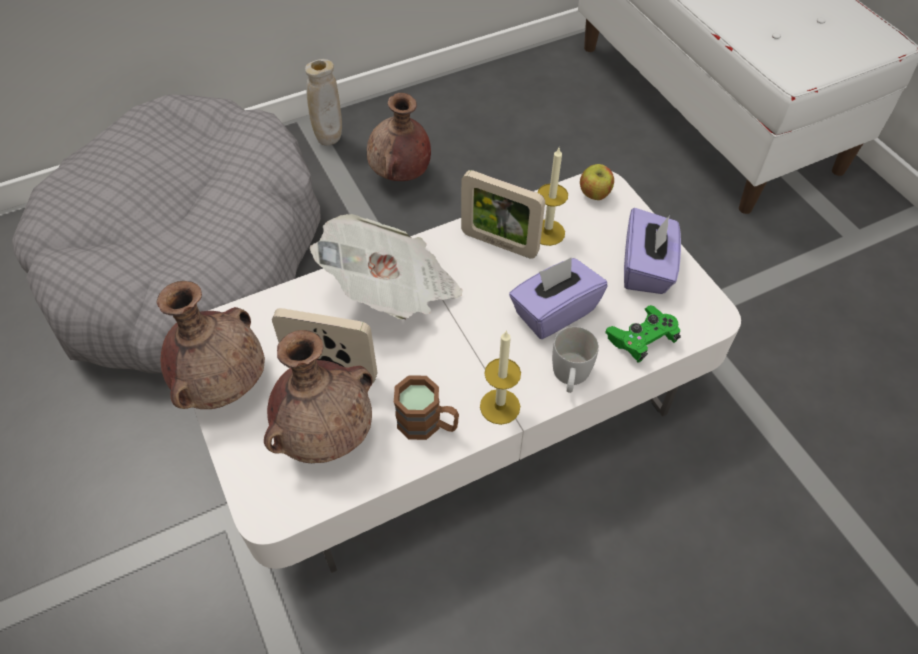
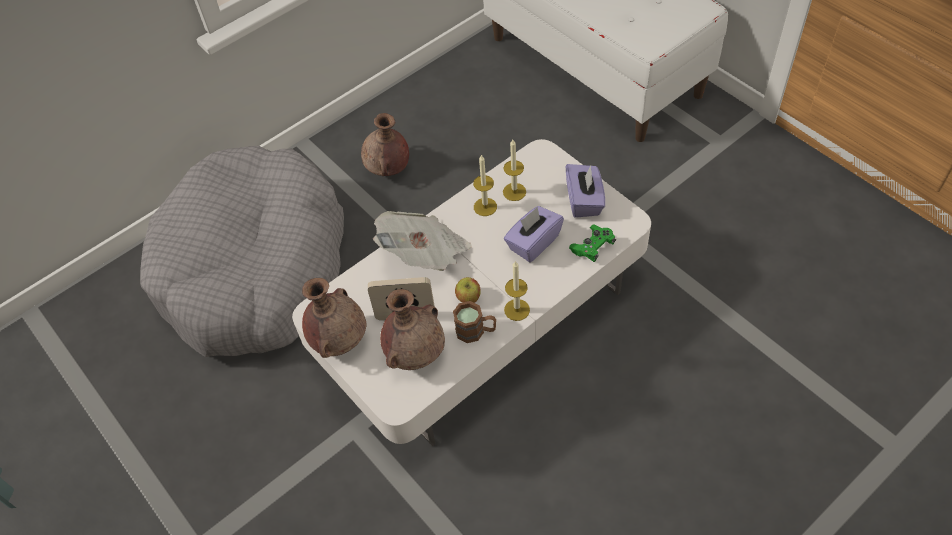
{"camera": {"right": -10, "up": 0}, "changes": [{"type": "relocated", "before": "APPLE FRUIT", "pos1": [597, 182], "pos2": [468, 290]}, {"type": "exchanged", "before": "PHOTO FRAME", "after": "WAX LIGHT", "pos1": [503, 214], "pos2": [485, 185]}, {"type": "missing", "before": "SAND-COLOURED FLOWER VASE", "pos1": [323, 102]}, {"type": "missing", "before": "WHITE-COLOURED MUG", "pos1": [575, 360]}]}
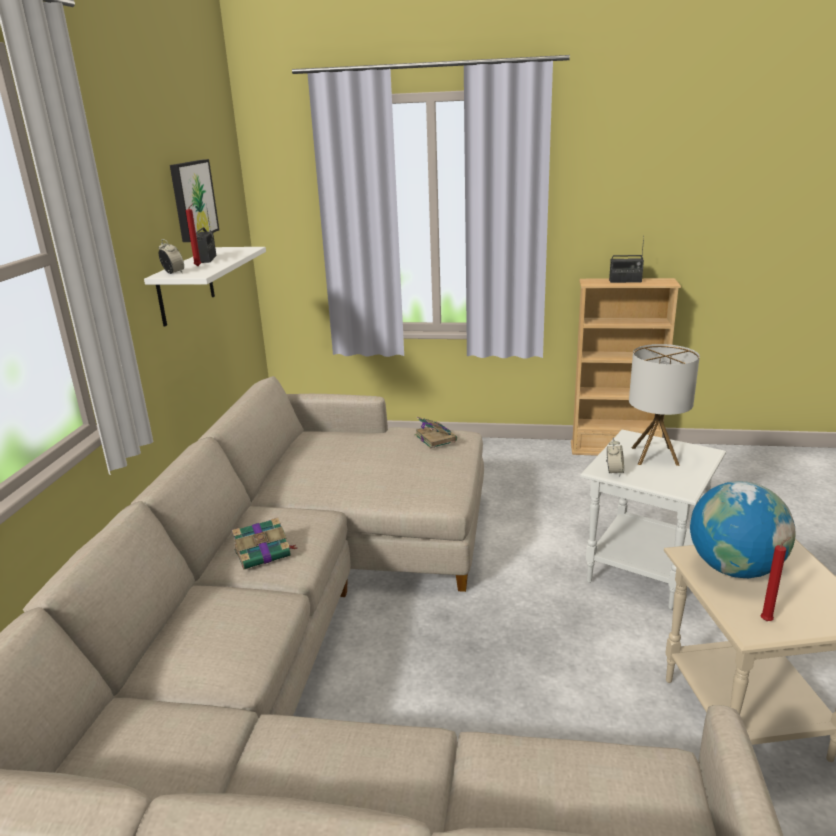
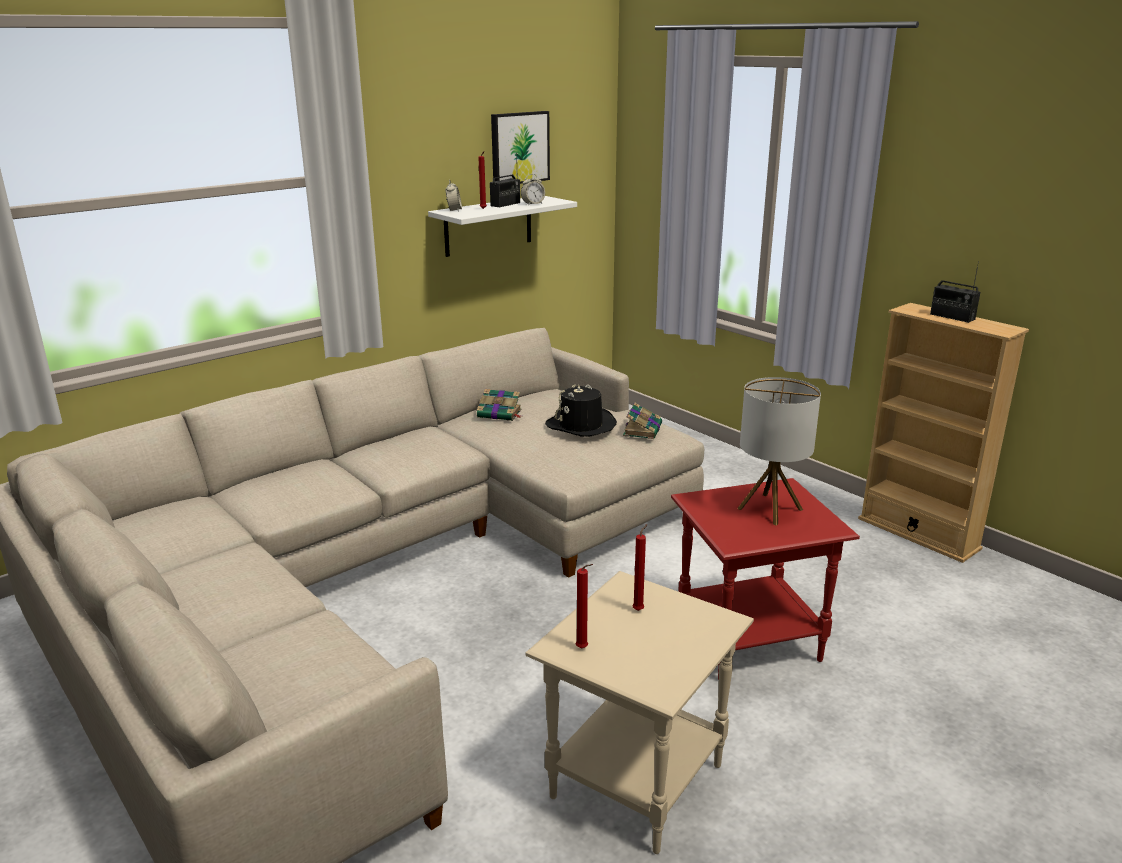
{"camera": {"right": 40, "up": 0}, "changes": [{"type": "relocated", "before": "VOLUME", "pos1": [264, 544], "pos2": [499, 405]}, {"type": "relocated", "before": "BEDSIDE CLOCK", "pos1": [615, 457], "pos2": [533, 189]}, {"type": "appeared", "after": "BLACKISH HAT", "pos2": [581, 411]}, {"type": "exchanged", "before": "DESK GLOBE", "after": "RED-COLOURED WAX LIGHT", "pos1": [743, 529], "pos2": [639, 567]}, {"type": "colour", "before": "WHITE-COLOURED ACCENT TABLE", "after": "RED-COLOURED ACCENT TABLE", "pos1": [653, 519], "pos2": [765, 579]}]}
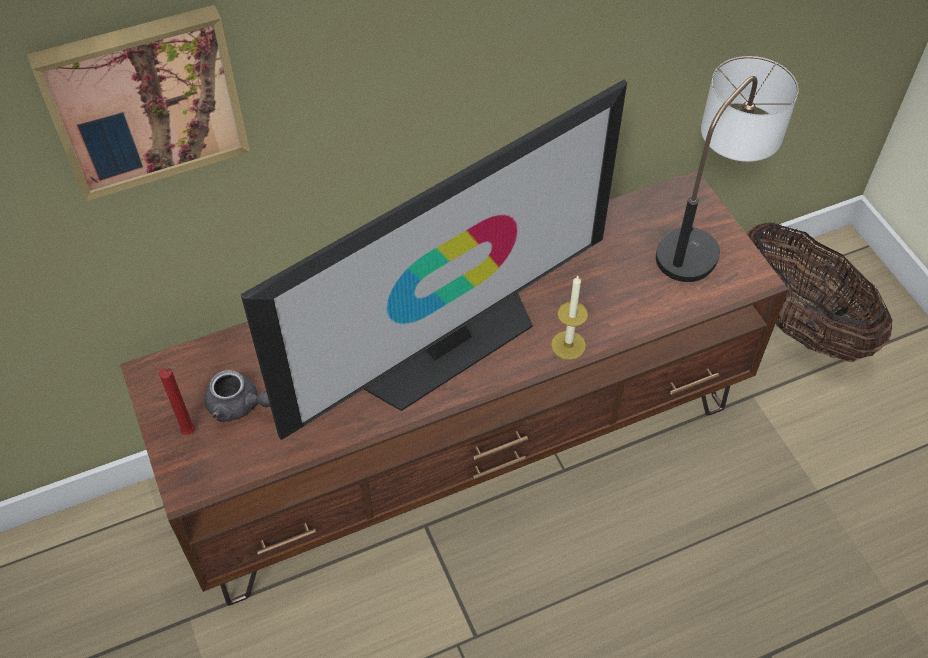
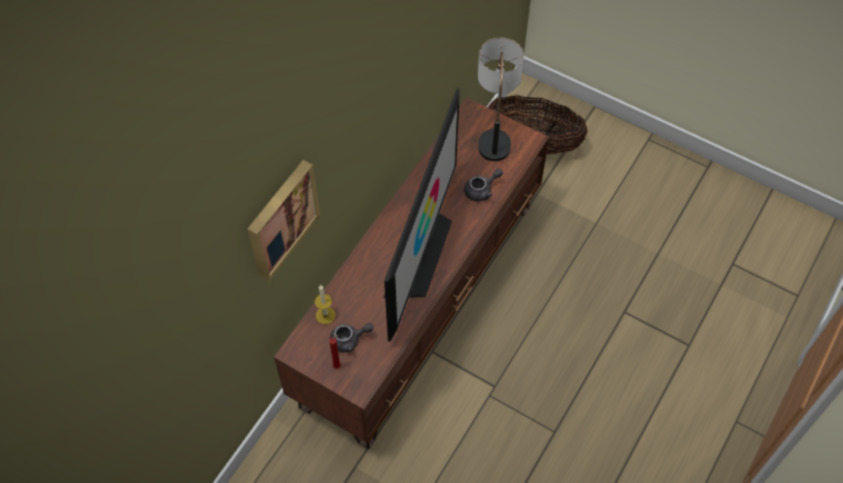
{"camera": {"right": -35, "up": 5}, "changes": [{"type": "relocated", "before": "WAX LIGHT", "pos1": [569, 318], "pos2": [325, 304]}, {"type": "appeared", "after": "GREY TEAPOT", "pos2": [483, 184]}]}
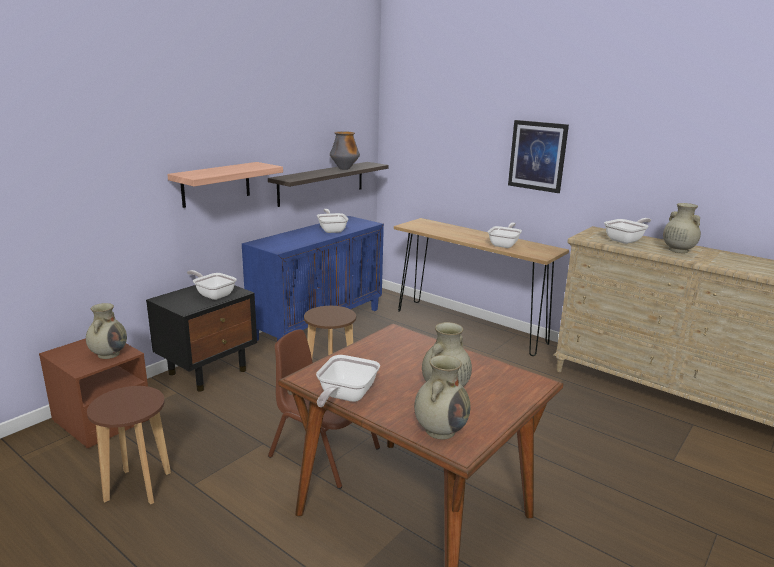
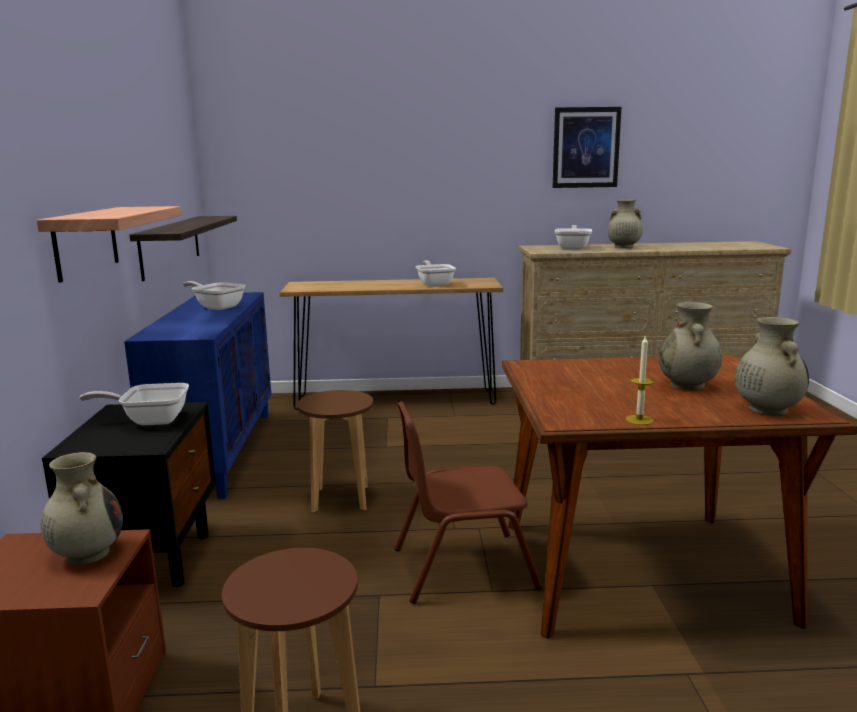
{"camera": {"right": -40, "up": -5}, "changes": [{"type": "relocated", "before": "WALL PICTURE", "pos1": [538, 156], "pos2": [587, 147]}, {"type": "exchanged", "before": "SKILLET", "after": "WAX LIGHT", "pos1": [348, 381], "pos2": [640, 380]}, {"type": "missing", "before": "FLOWER VASE", "pos1": [345, 150]}]}
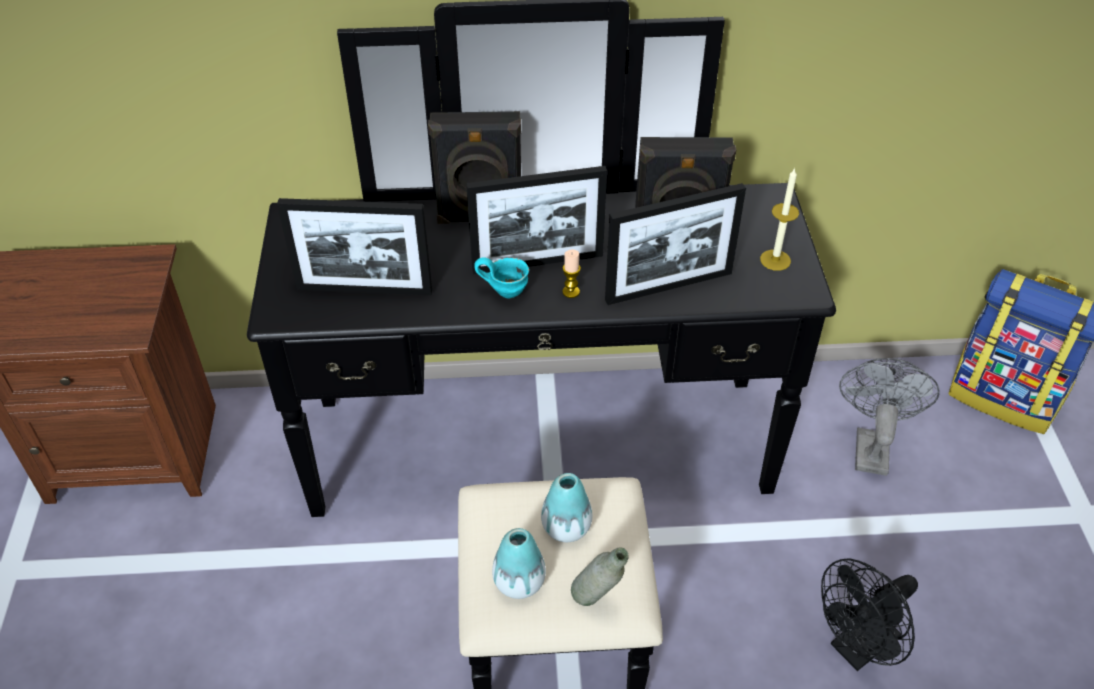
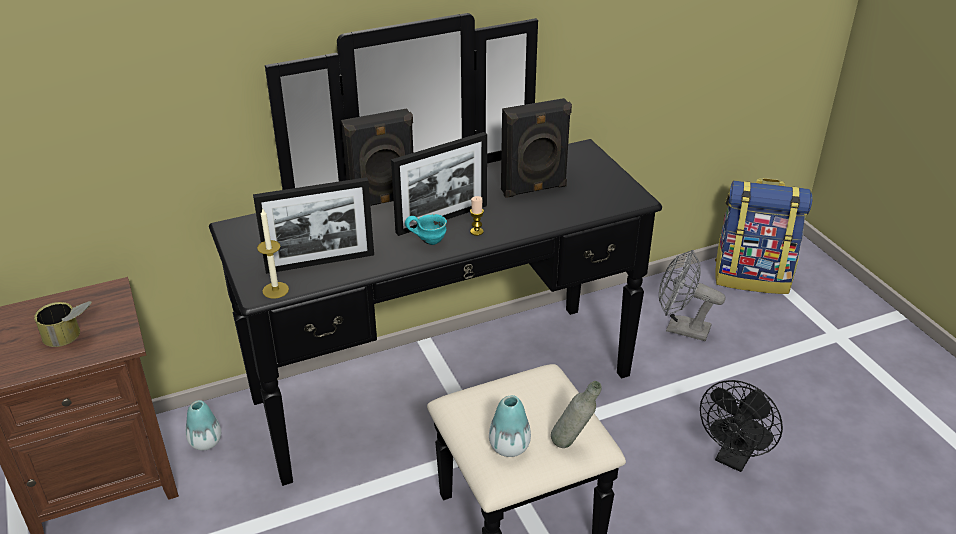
{"camera": {"right": -20, "up": -10}, "changes": [{"type": "appeared", "after": "CAN", "pos2": [63, 324]}, {"type": "relocated", "before": "FLOWER VASE", "pos1": [566, 507], "pos2": [203, 425]}, {"type": "relocated", "before": "WAX LIGHT", "pos1": [779, 219], "pos2": [273, 254]}, {"type": "spun", "before": "GREY COOLING FAN", "pos1": [889, 417], "pos2": [692, 295], "turn": -60}, {"type": "missing", "before": "PHOTO FRAME", "pos1": [675, 244]}]}
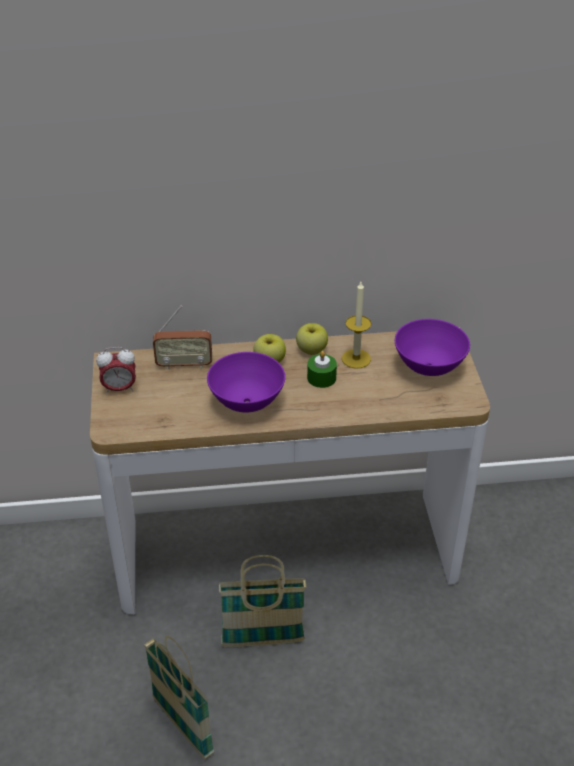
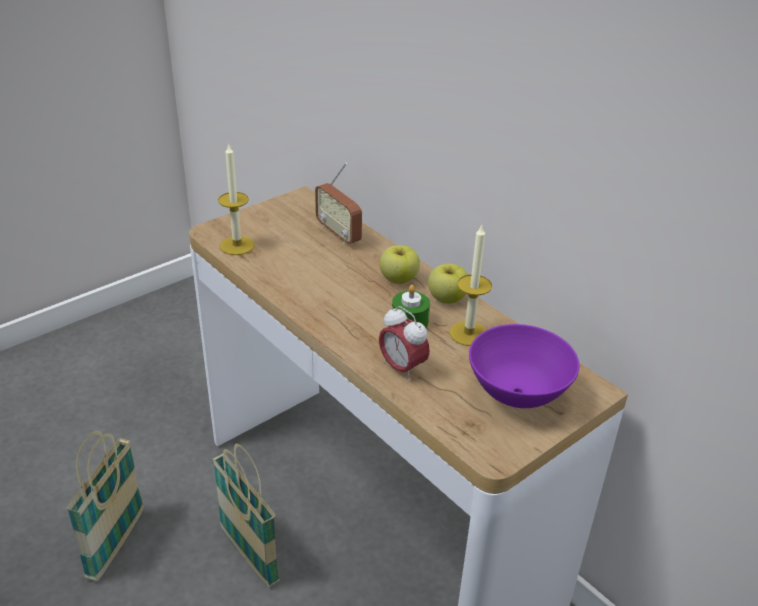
{"camera": {"right": 55, "up": -5}, "changes": [{"type": "appeared", "after": "WAX LIGHT", "pos2": [236, 199]}, {"type": "relocated", "before": "BEDSIDE CLOCK", "pos1": [116, 370], "pos2": [404, 343]}, {"type": "missing", "before": "PURPLE-COLOURED SERVING BOWL", "pos1": [246, 382]}]}
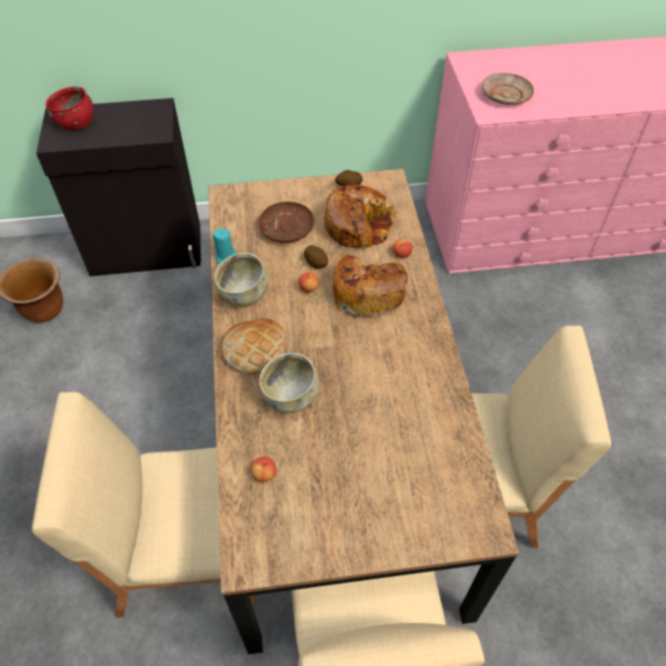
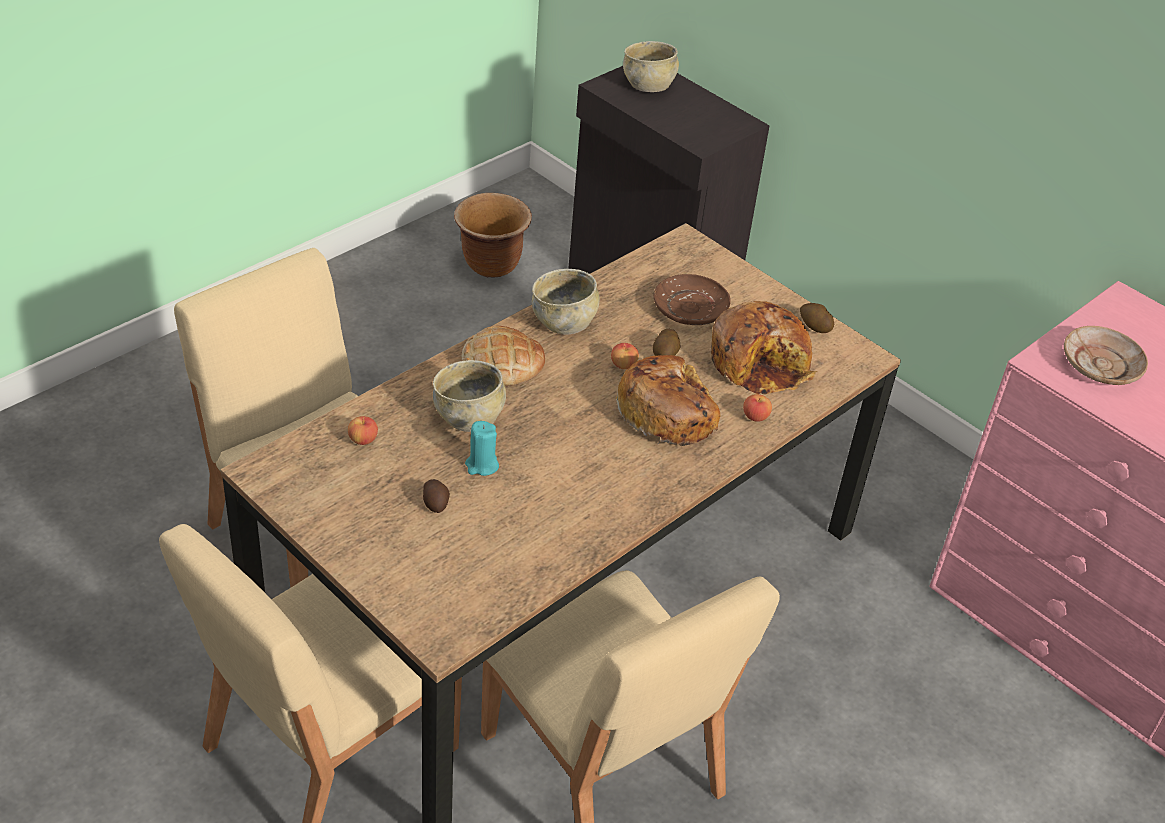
{"camera": {"right": 50, "up": -10}, "changes": [{"type": "appeared", "after": "POTATO", "pos2": [436, 496]}, {"type": "relocated", "before": "TURQUOISE WAX LIGHT", "pos1": [224, 246], "pos2": [482, 448]}, {"type": "colour", "before": "RED-COLOURED SERVING BOWL", "after": "SAND-COLOURED SERVING BOWL", "pos1": [69, 108], "pos2": [651, 66]}]}
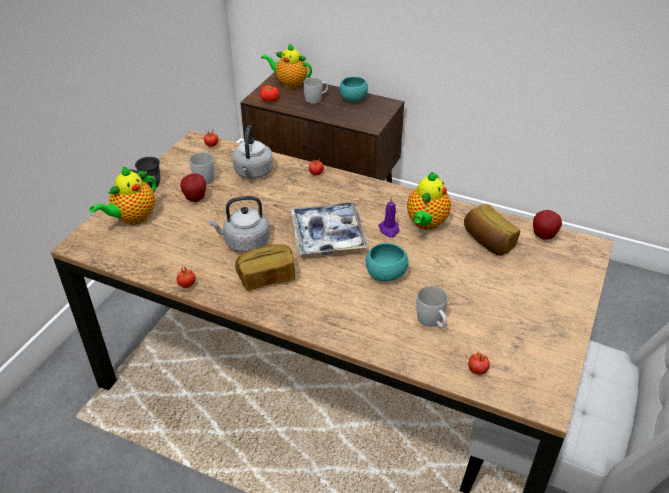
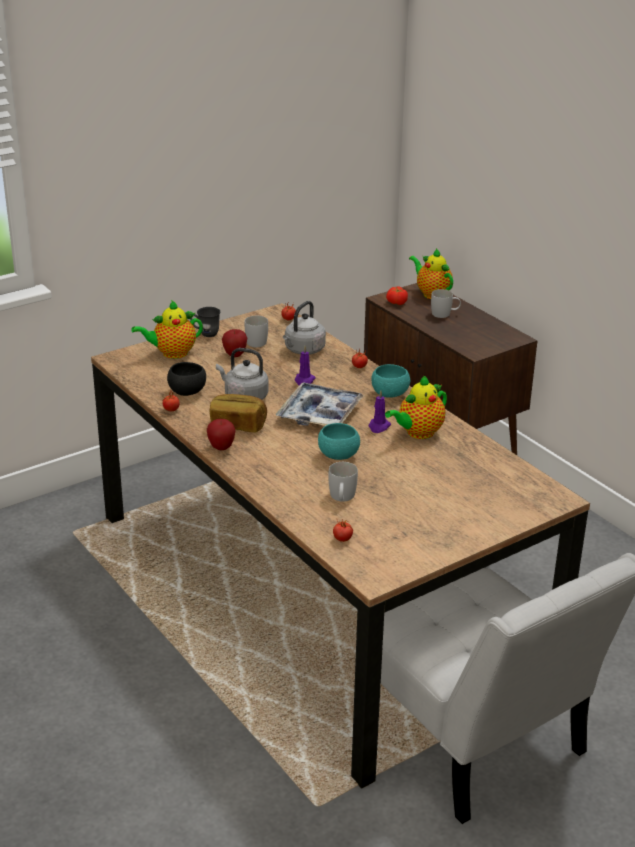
{"camera": {"right": 30, "up": -10}, "changes": [{"type": "appeared", "after": "BLACKISH SERVING BOWL", "pos2": [186, 379]}, {"type": "relocated", "before": "APPLE FRUIT", "pos1": [547, 225], "pos2": [221, 434]}, {"type": "appeared", "after": "PURPLE-COLOURED WAX LIGHT", "pos2": [305, 365]}, {"type": "relocated", "before": "TURQUOISE SERVING BOWL", "pos1": [354, 89], "pos2": [390, 381]}, {"type": "missing", "before": "BREAD", "pos1": [492, 230]}]}
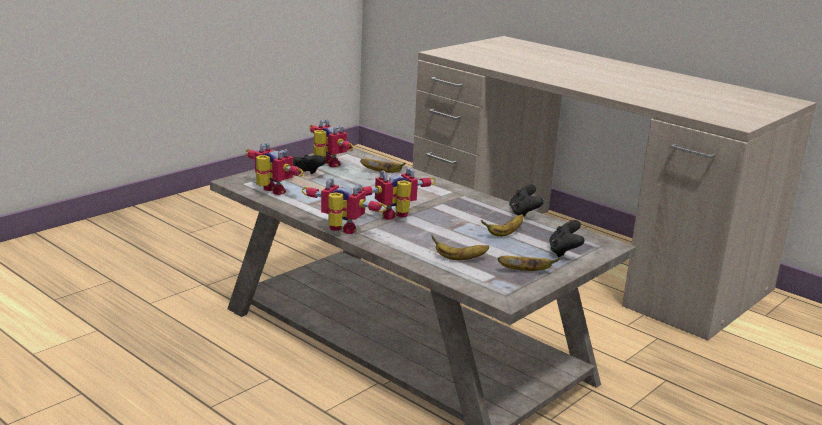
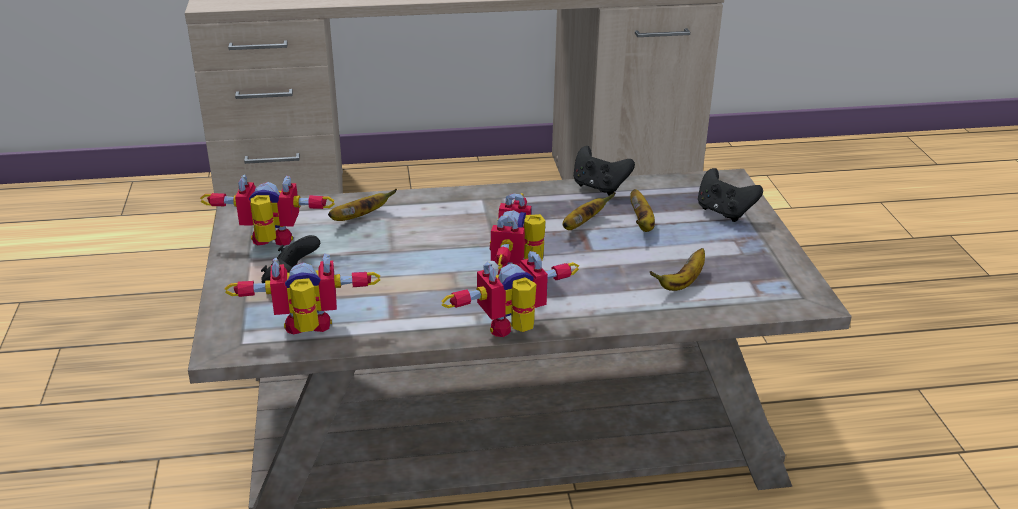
{"camera": {"right": -50, "up": 10}, "changes": [{"type": "relocated", "before": "BANANA FRUIT", "pos1": [529, 263], "pos2": [588, 211]}]}
